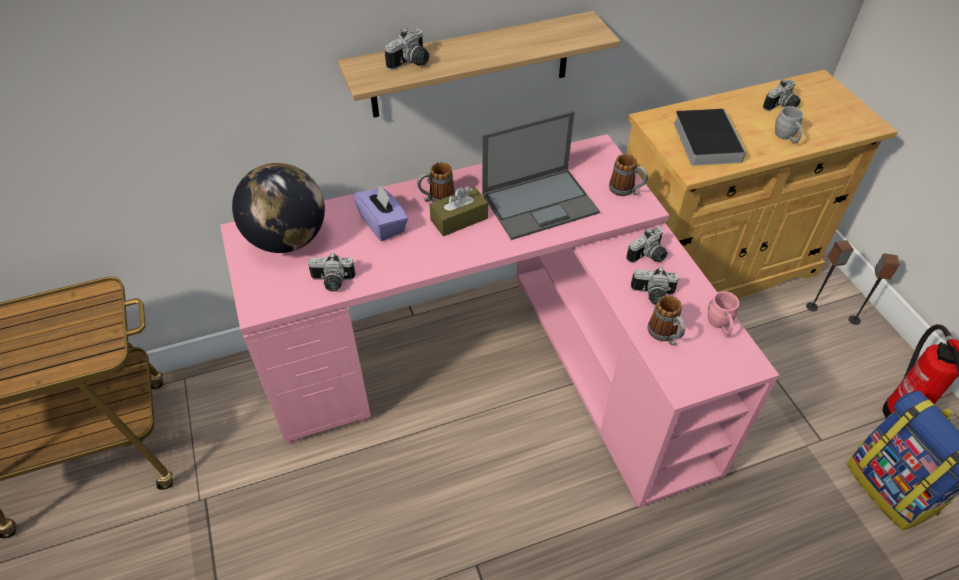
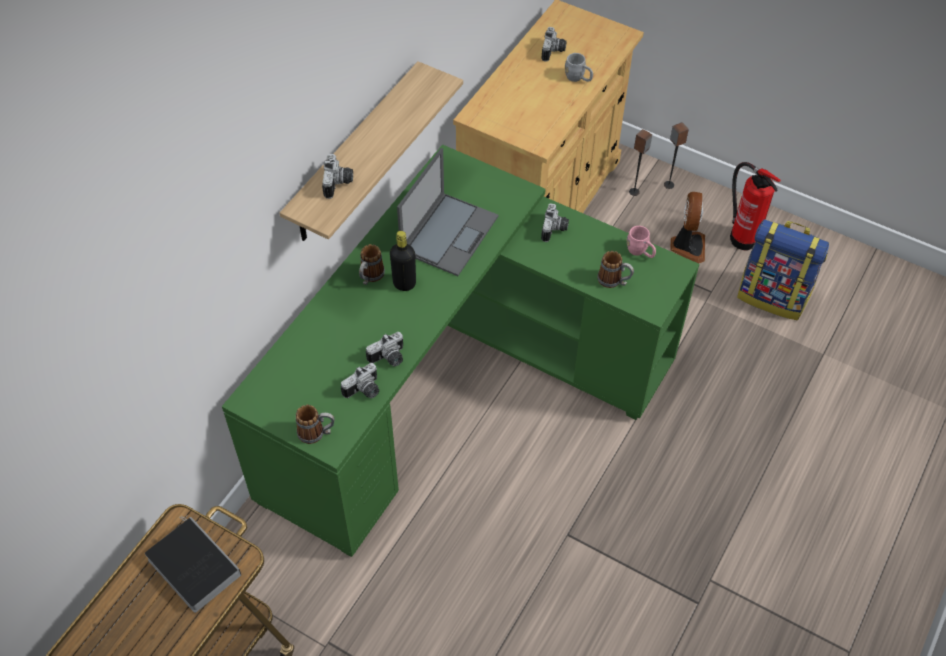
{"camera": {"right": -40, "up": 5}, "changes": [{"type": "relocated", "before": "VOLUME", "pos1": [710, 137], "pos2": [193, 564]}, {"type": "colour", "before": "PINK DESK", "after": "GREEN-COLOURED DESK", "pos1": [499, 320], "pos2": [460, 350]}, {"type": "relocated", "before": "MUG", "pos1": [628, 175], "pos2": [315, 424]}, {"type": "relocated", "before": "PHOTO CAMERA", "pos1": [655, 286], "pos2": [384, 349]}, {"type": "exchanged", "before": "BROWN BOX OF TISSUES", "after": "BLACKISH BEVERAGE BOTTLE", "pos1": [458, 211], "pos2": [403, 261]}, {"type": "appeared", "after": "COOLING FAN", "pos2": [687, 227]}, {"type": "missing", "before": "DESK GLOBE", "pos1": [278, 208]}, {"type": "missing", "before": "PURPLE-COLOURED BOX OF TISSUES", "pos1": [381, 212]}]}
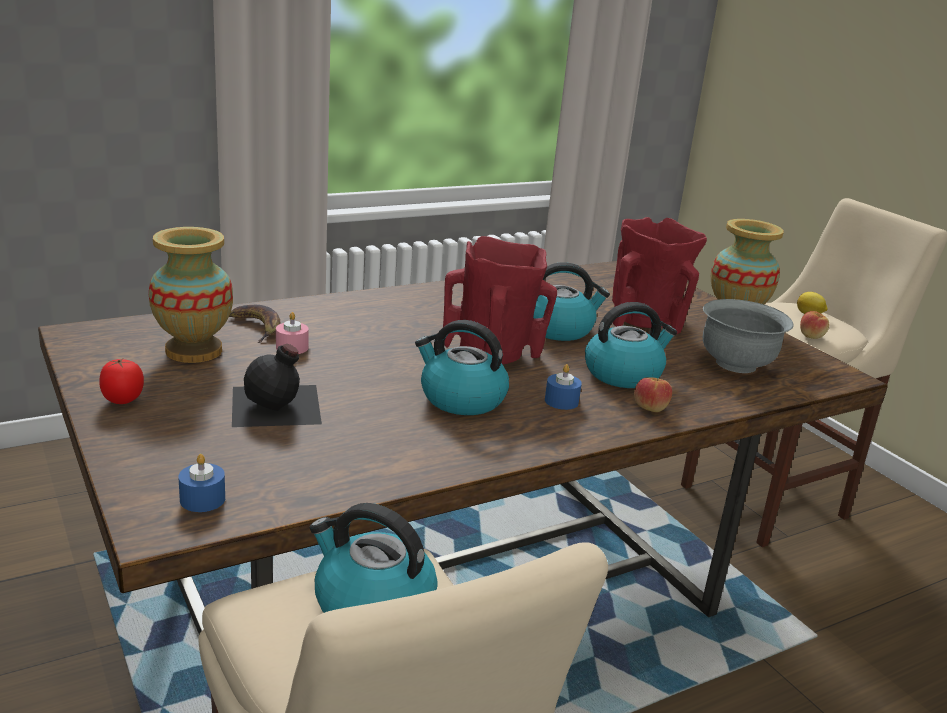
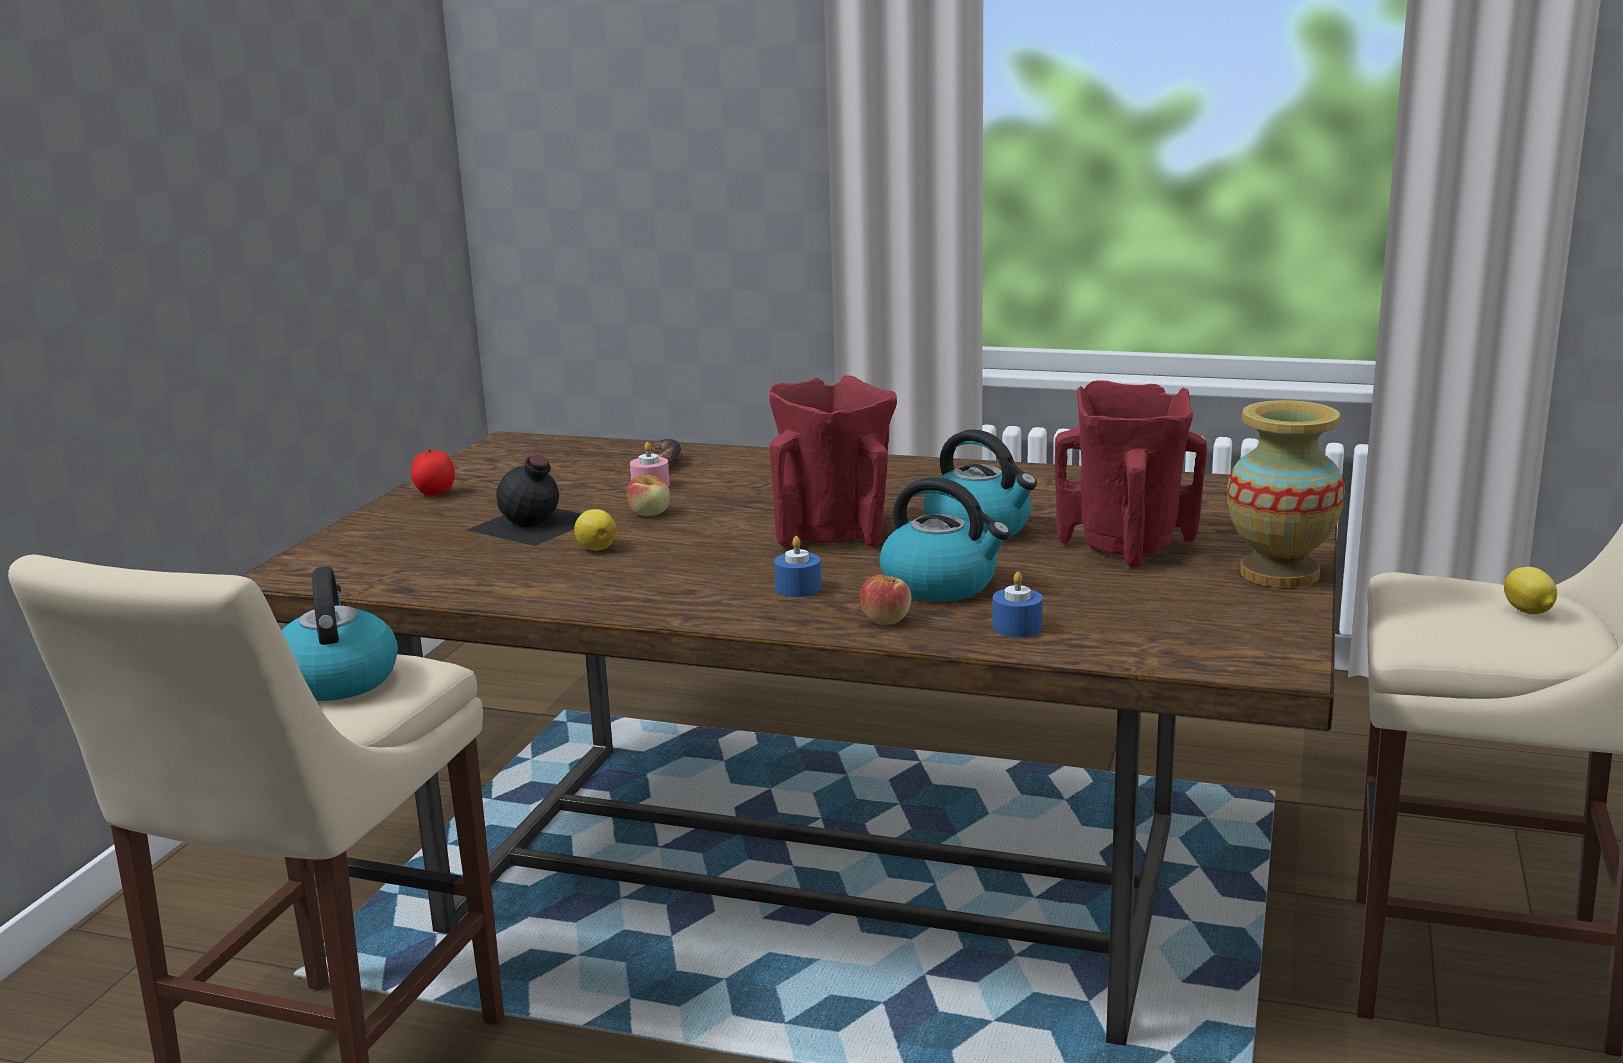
{"camera": {"right": 50, "up": -5}, "changes": [{"type": "appeared", "after": "CITRUS FRUIT", "pos2": [595, 530]}, {"type": "relocated", "before": "APPLE FRUIT", "pos1": [814, 325], "pos2": [648, 495]}, {"type": "relocated", "before": "BLUE-COLOURED WAX LIGHT", "pos1": [201, 483], "pos2": [1017, 604]}, {"type": "missing", "before": "FLOWER VASE", "pos1": [191, 295]}, {"type": "missing", "before": "TEA KETTLE", "pos1": [462, 367]}, {"type": "missing", "before": "GREY SERVING BOWL", "pos1": [748, 336]}]}
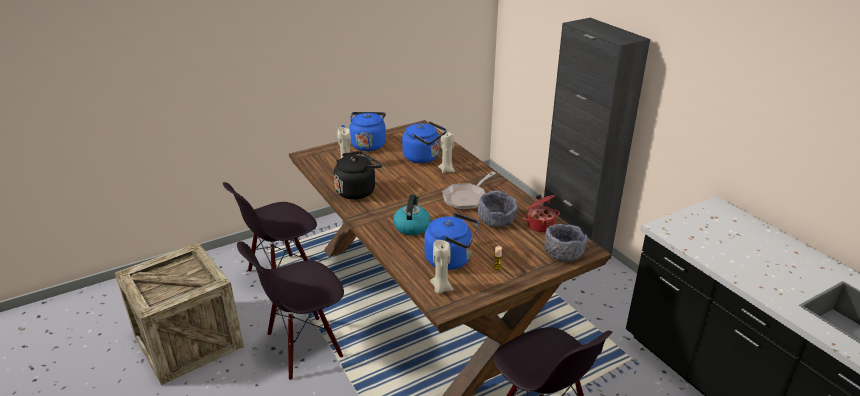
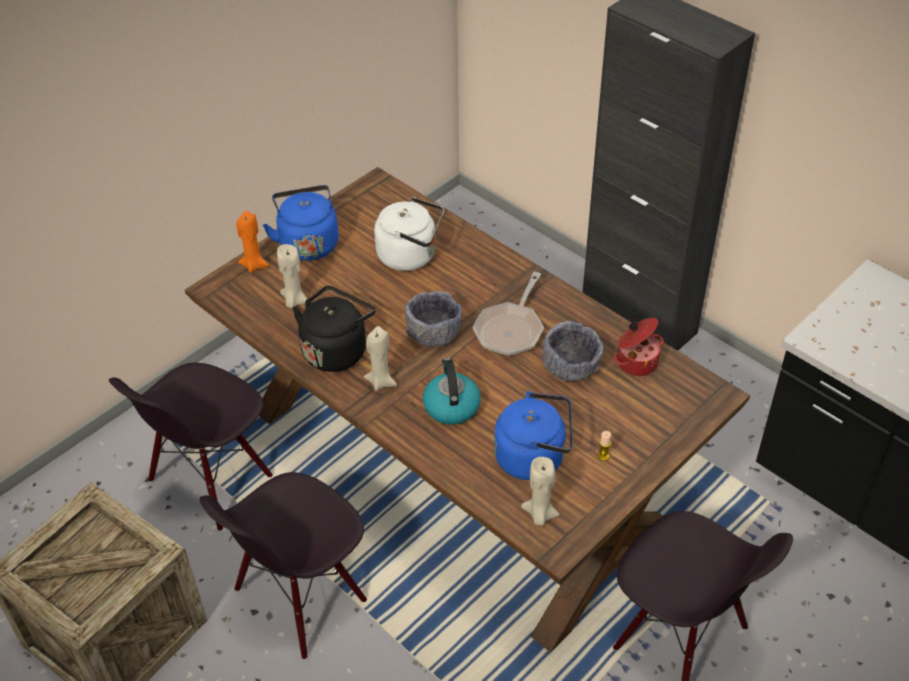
{"camera": {"right": -15, "up": 15}, "changes": [{"type": "appeared", "after": "ORANGEY WAX LIGHT", "pos2": [252, 242]}, {"type": "relocated", "before": "SAND-COLOURED WAX LIGHT", "pos1": [446, 152], "pos2": [380, 358]}, {"type": "colour", "before": "BLUE-COLOURED TEA KETTLE", "after": "WHITE-COLOURED TEA KETTLE", "pos1": [424, 142], "pos2": [409, 234]}, {"type": "relocated", "before": "GREY SERVING BOWL", "pos1": [566, 243], "pos2": [433, 318]}]}
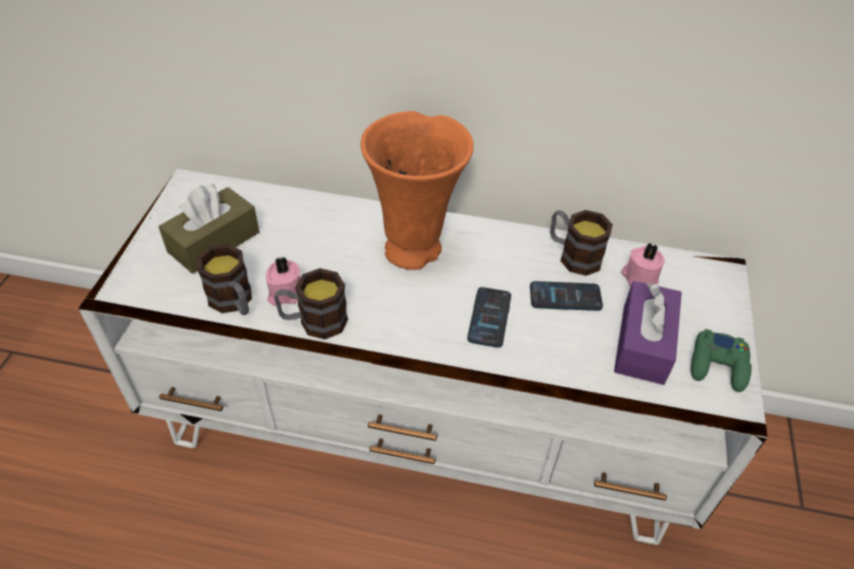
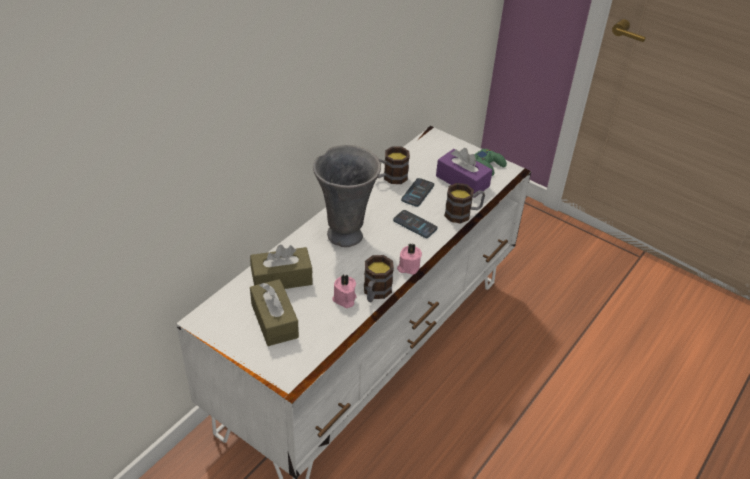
{"camera": {"right": -65, "up": -5}, "changes": [{"type": "appeared", "after": "BROWN BOX OF TISSUES", "pos2": [281, 267]}, {"type": "colour", "before": "ORANGEY FLOWER VASE", "after": "GREY FLOWER VASE", "pos1": [417, 190], "pos2": [347, 196]}, {"type": "relocated", "before": "PINK WAX LIGHT", "pos1": [643, 264], "pos2": [409, 259]}, {"type": "relocated", "before": "MUG", "pos1": [224, 279], "pos2": [464, 203]}]}
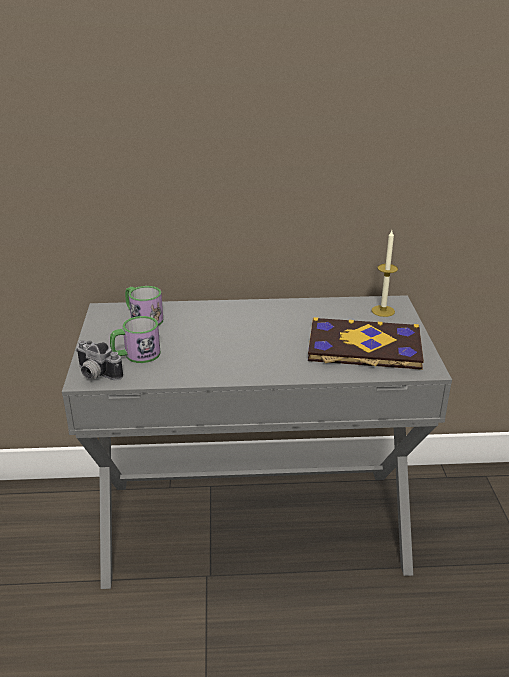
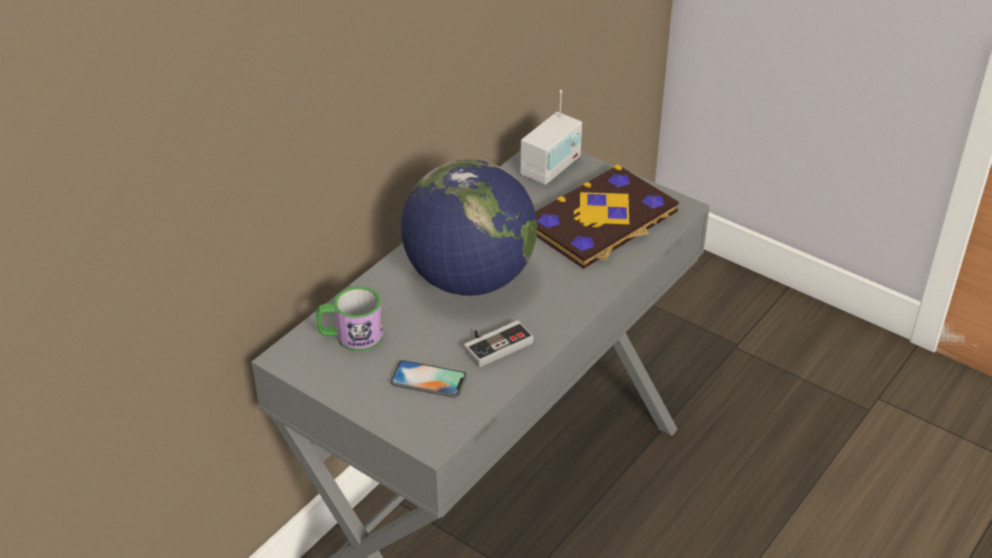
{"camera": {"right": -50, "up": 10}, "changes": [{"type": "exchanged", "before": "MUG", "after": "HANDSET", "pos1": [135, 339], "pos2": [428, 379]}, {"type": "appeared", "after": "DESK GLOBE", "pos2": [469, 227]}, {"type": "appeared", "after": "JOYPAD", "pos2": [499, 343]}, {"type": "exchanged", "before": "WAX LIGHT", "after": "RADIO SET", "pos1": [384, 274], "pos2": [551, 137]}, {"type": "missing", "before": "PHOTO CAMERA", "pos1": [99, 360]}]}
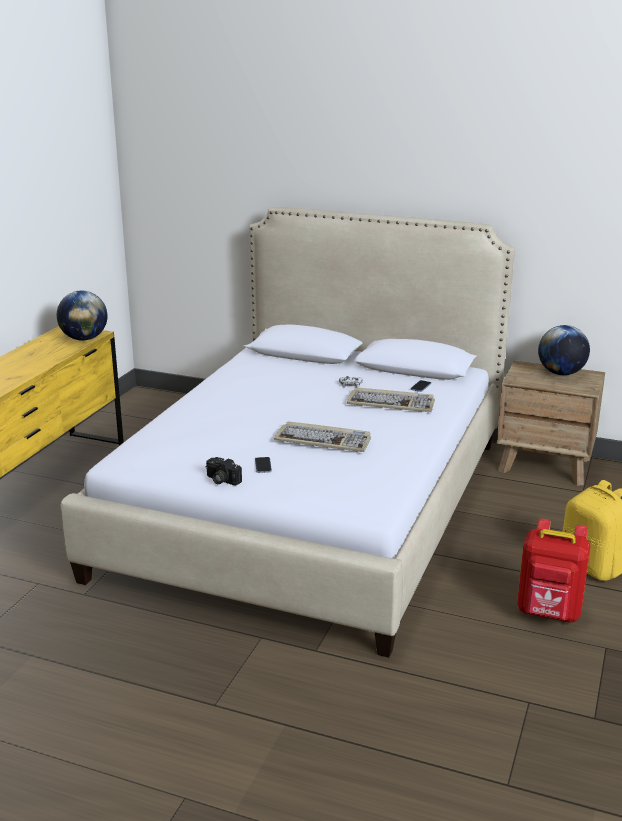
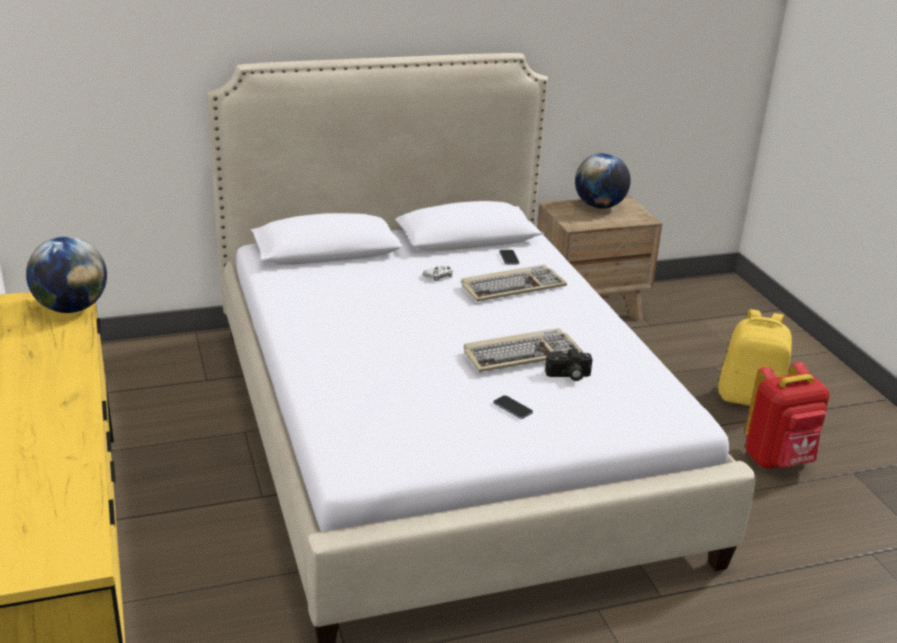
{"camera": {"right": -40, "up": 5}, "changes": [{"type": "relocated", "before": "PHOTO CAMERA", "pos1": [224, 471], "pos2": [568, 365]}]}
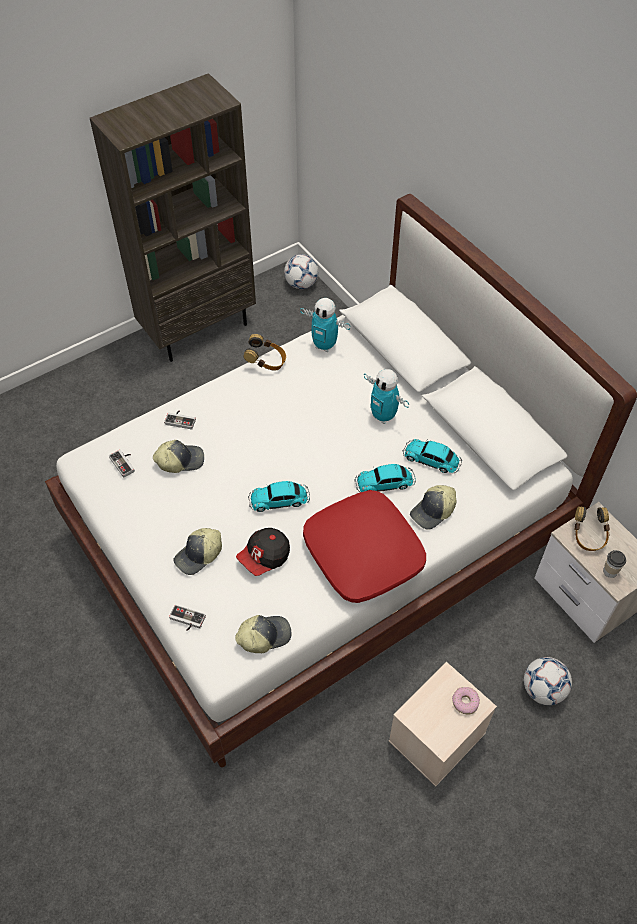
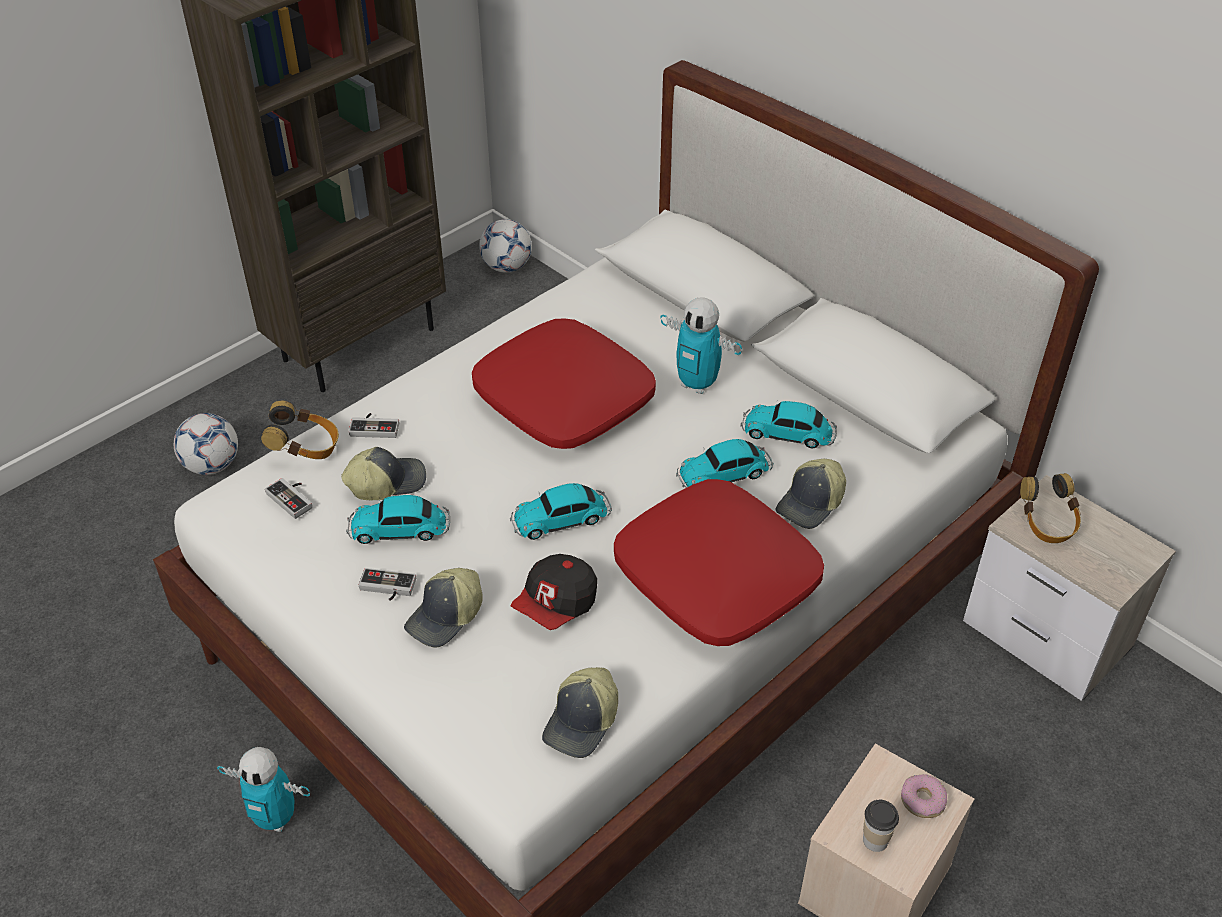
{"camera": {"right": -10, "up": -10}, "changes": [{"type": "relocated", "before": "BALL FOR FOOTBALL", "pos1": [548, 681], "pos2": [206, 444]}, {"type": "relocated", "before": "ROBOT FIGURE", "pos1": [325, 325], "pos2": [263, 789]}, {"type": "relocated", "before": "PAIR OF HEADPHONES", "pos1": [265, 352], "pos2": [300, 430]}, {"type": "appeared", "after": "TOY CAR", "pos2": [398, 519]}, {"type": "relocated", "before": "JOYPAD", "pos1": [187, 618], "pos2": [387, 584]}, {"type": "appeared", "after": "RED-COLOURED THROW PILLOW", "pos2": [564, 384]}, {"type": "spun", "before": "BASEBALL CAP", "pos1": [263, 634], "pos2": [580, 712], "turn": 150}, {"type": "relocated", "before": "CUP", "pos1": [614, 564], "pos2": [881, 826]}]}
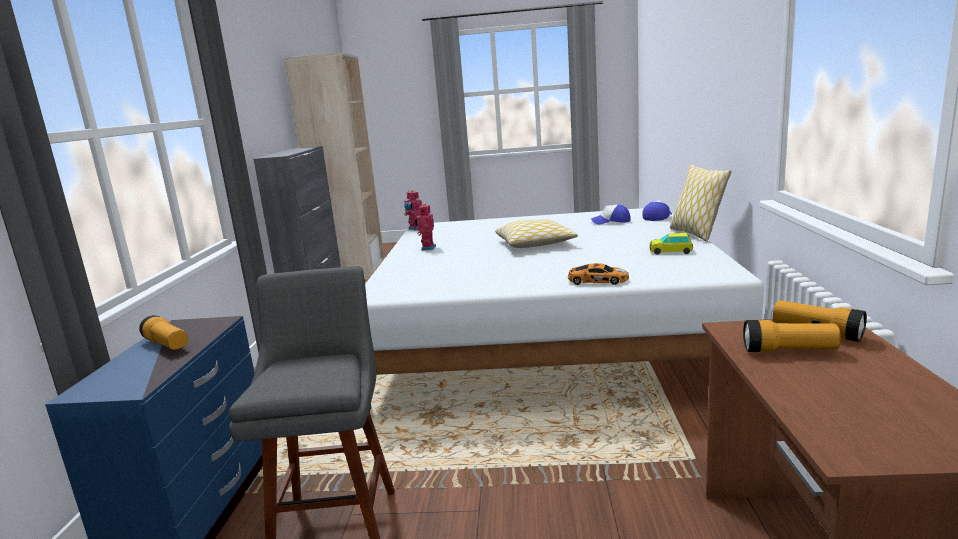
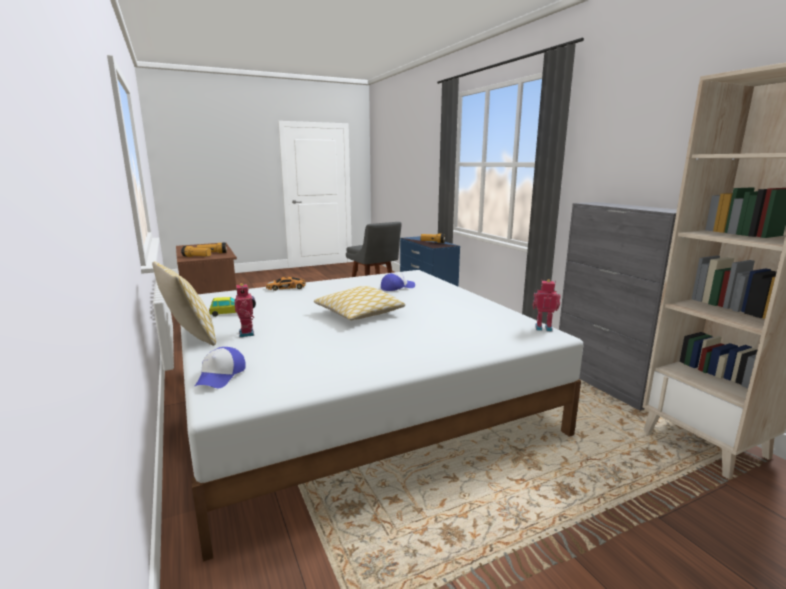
{"camera": {"right": 150, "up": 0}, "changes": [{"type": "relocated", "before": "ROBOT FIGURE", "pos1": [425, 226], "pos2": [245, 309]}, {"type": "relocated", "before": "BASEBALL CAP", "pos1": [611, 214], "pos2": [398, 282]}]}
